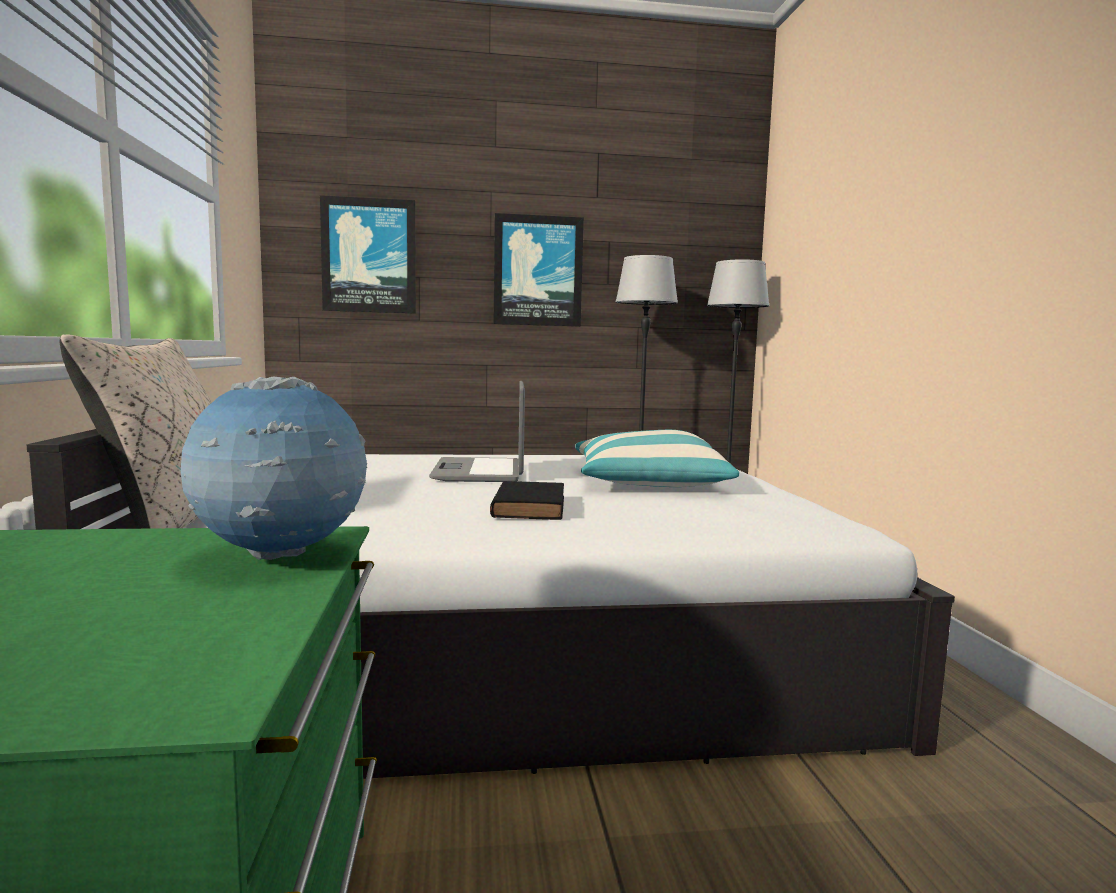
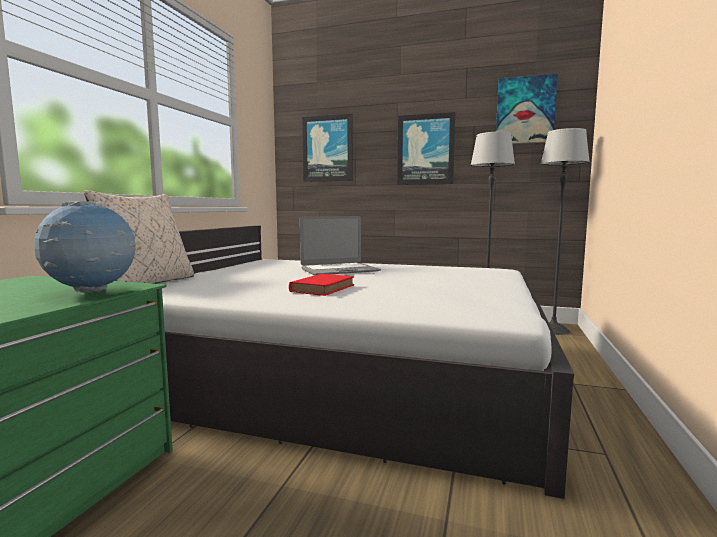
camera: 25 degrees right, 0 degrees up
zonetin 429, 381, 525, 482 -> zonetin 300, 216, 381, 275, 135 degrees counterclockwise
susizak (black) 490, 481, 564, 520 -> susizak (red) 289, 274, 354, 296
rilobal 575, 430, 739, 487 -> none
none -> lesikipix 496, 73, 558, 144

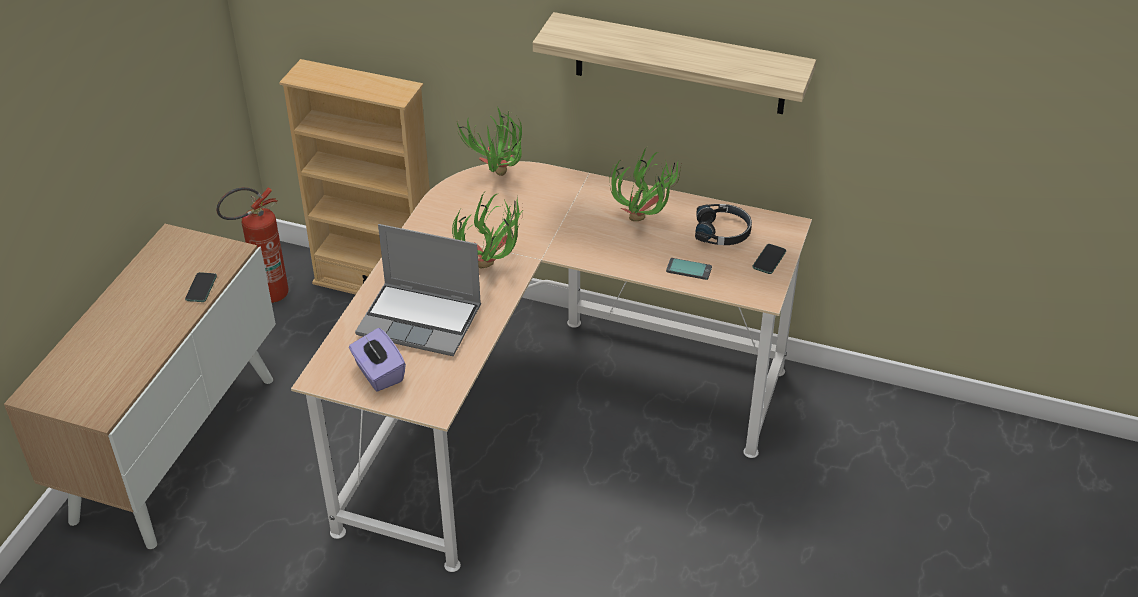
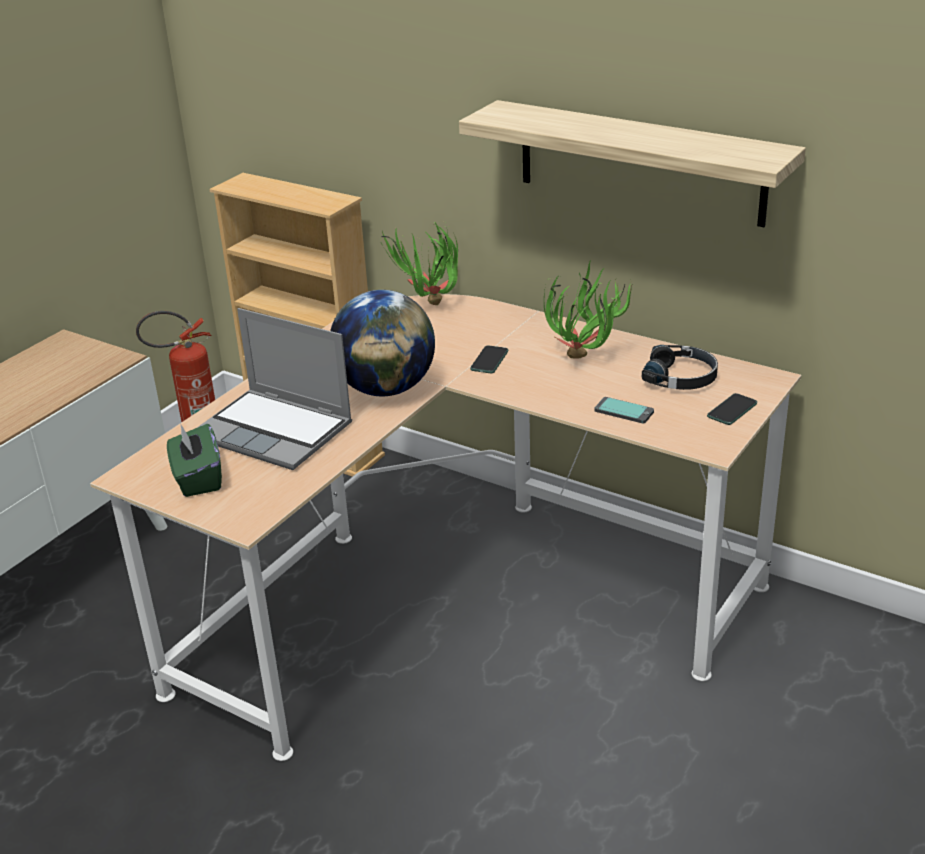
camera: 15 degrees right, 10 degrees down
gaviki 185, 272, 217, 302 -> gaviki 470, 345, 508, 373, relocated
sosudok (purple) 349, 328, 406, 392 -> sosudok (green) 167, 423, 222, 497
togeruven 452, 193, 523, 269 -> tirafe 330, 290, 435, 396

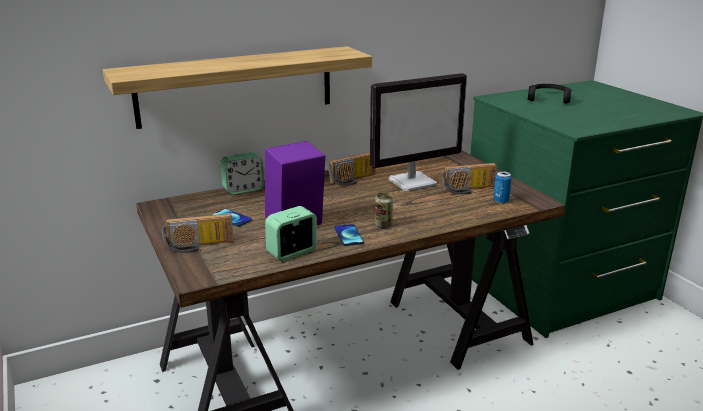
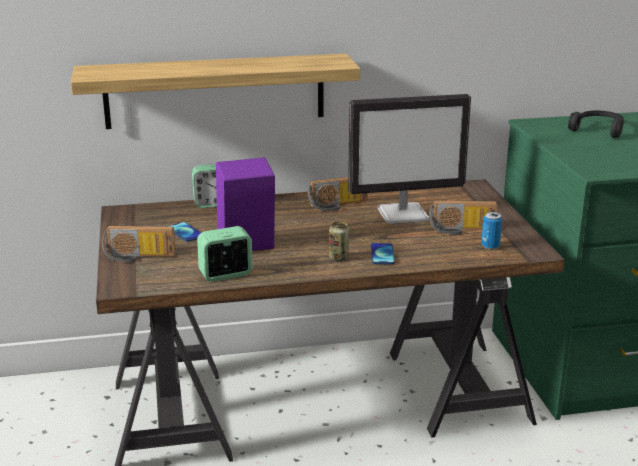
camera: 15 degrees right, 0 degrees up
gaviki 335, 224, 364, 246 -> gaviki 371, 243, 395, 264, relocated

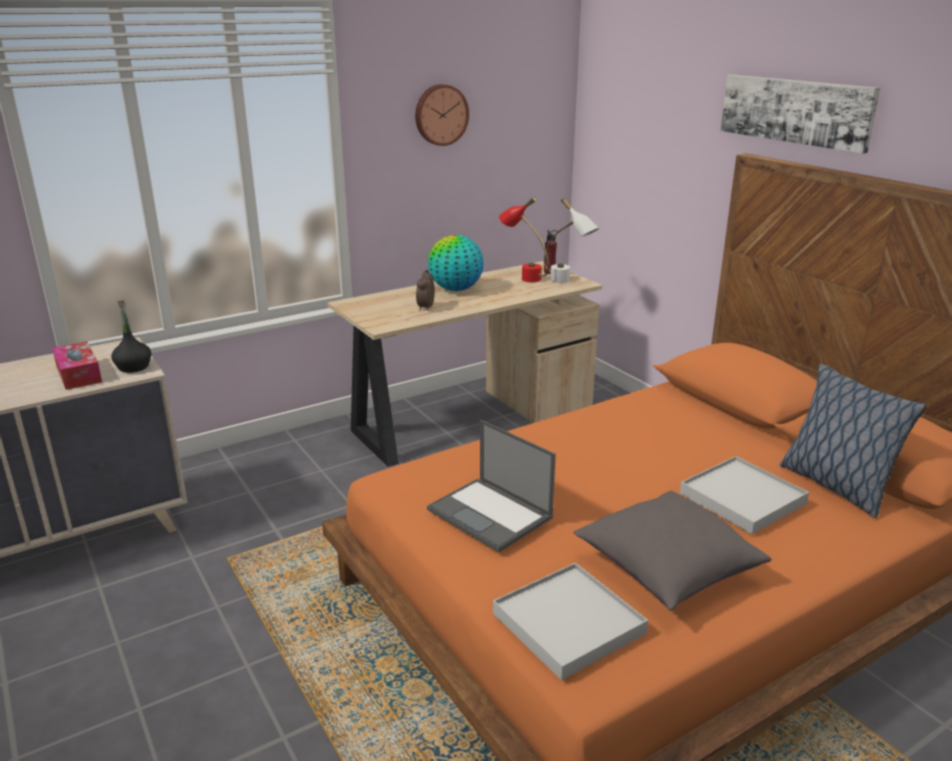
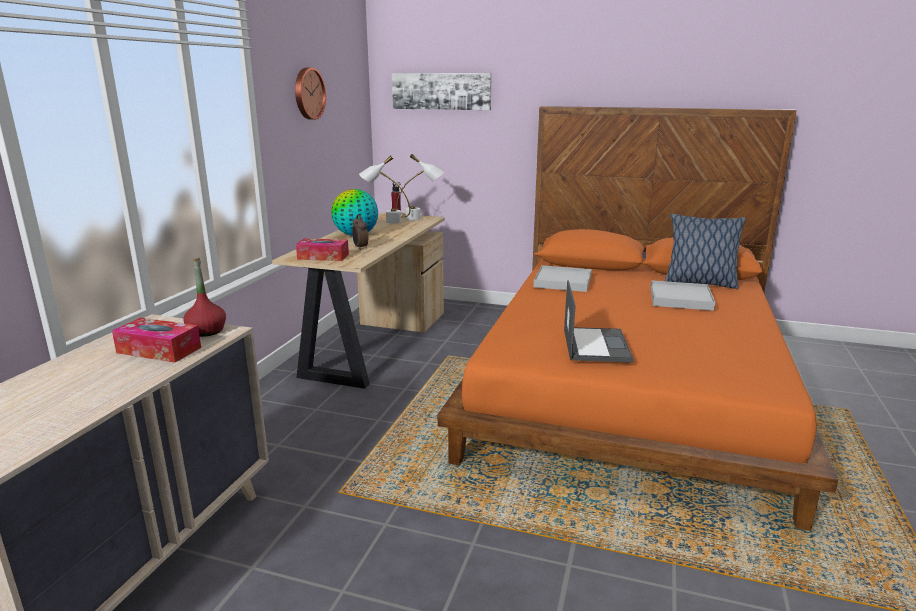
camera: 40 degrees left, 5 degrees down
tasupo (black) 111, 300, 151, 373 -> tasupo (red) 183, 258, 226, 337
zonetin 427, 420, 556, 552 -> zonetin 564, 280, 634, 362, 90 degrees counterclockwise
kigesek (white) 493, 563, 648, 680 -> kigesek (white) 533, 265, 592, 292, relocated
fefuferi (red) 499, 197, 549, 282 -> fefuferi (white) 359, 156, 411, 224
rilobal (grey) 573, 491, 771, 611 -> none
lesikipix 721, 75, 880, 154 -> lesikipix 392, 73, 492, 110, relocated
none -> sosudok 296, 238, 349, 261

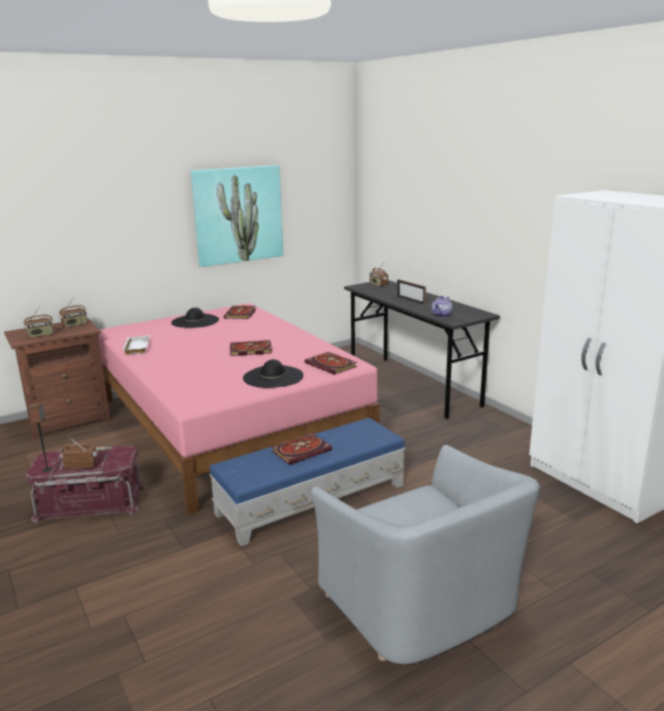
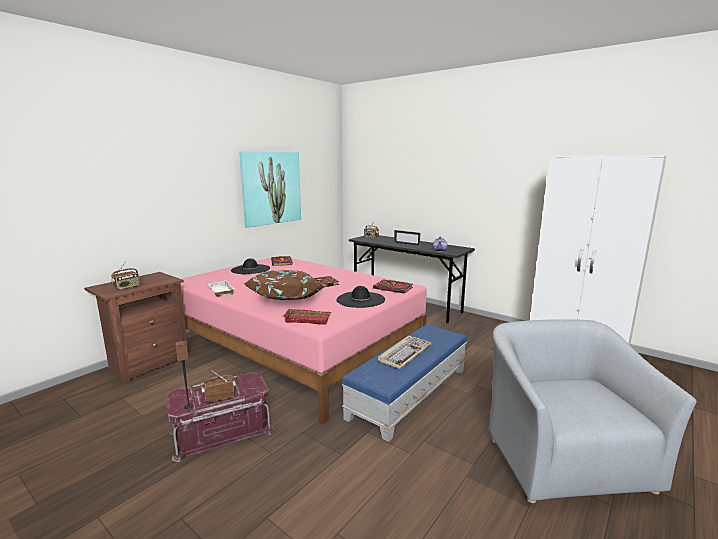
camera: 20 degrees left, 5 degrees down
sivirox 59, 297, 87, 327 -> none
susizak 272, 433, 332, 465 -> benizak 378, 335, 432, 369
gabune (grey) 311, 445, 540, 664 -> gabune (grey) 489, 319, 697, 503, 135 degrees counterclockwise
none -> rilobal (brown) 245, 270, 324, 300
none -> kigesek (red) 283, 309, 332, 325

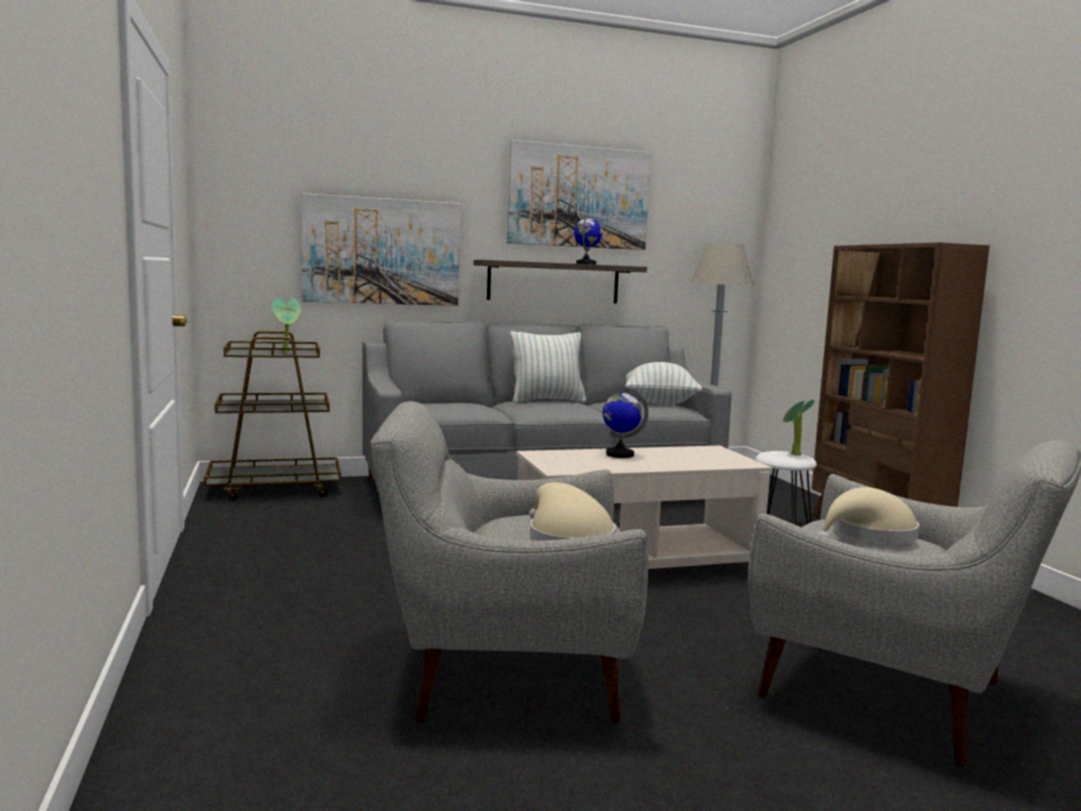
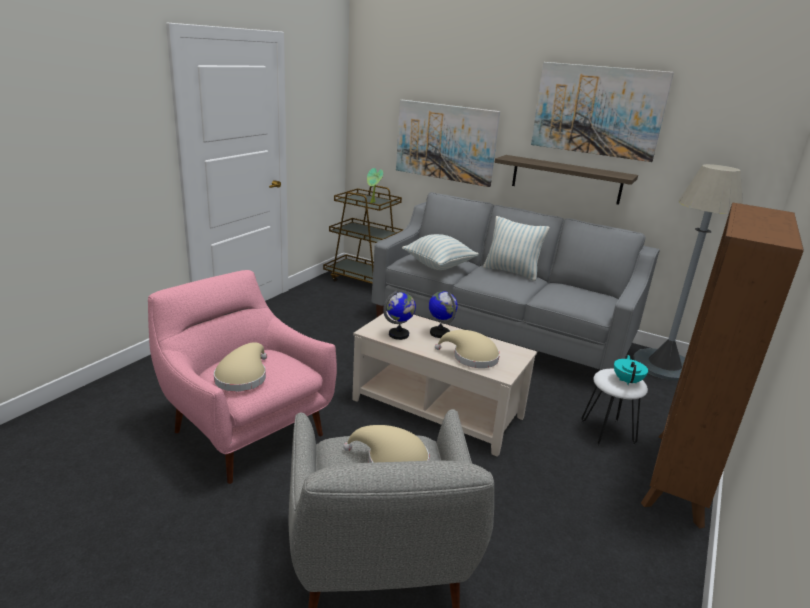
camera: 45 degrees right, 15 degrees up
gabune (grey) 371, 401, 648, 723 -> gabune (pink) 148, 270, 337, 484
tirafe 574, 214, 602, 264 -> tirafe 383, 291, 416, 340, relocated
rilobal 625, 362, 703, 405 -> rilobal 402, 234, 479, 270, relocated
togeruven 783, 399, 815, 456 -> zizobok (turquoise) 614, 355, 648, 385
none -> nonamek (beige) 435, 330, 500, 368

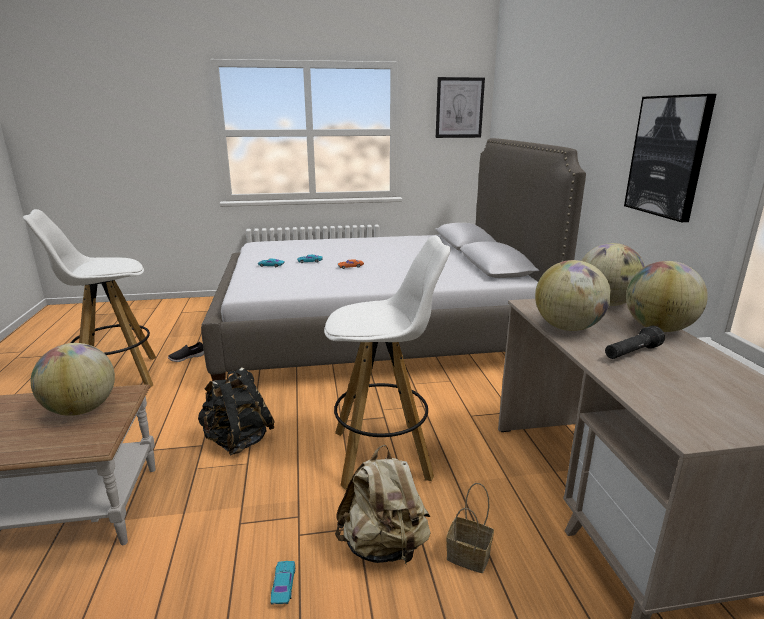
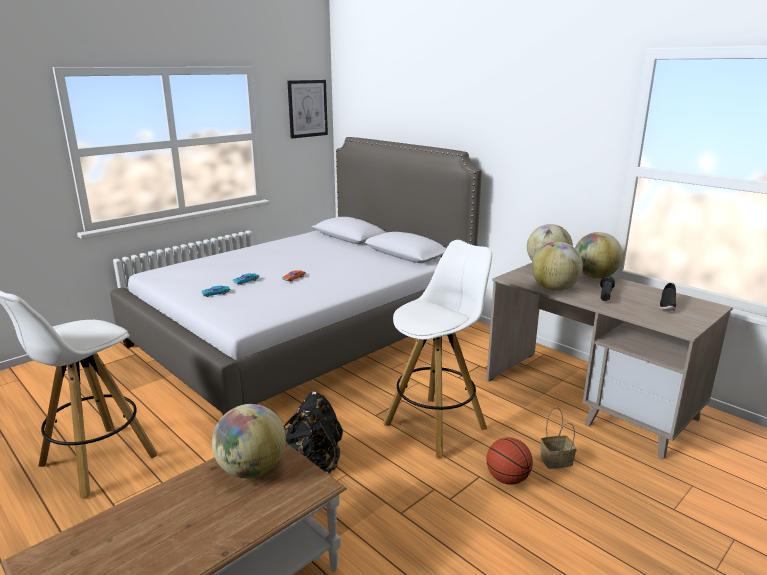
camera: 35 degrees left, 0 degrees up
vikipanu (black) 168, 342, 204, 362 -> vikipanu (black) 659, 283, 676, 311, relocated
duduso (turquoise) 271, 561, 295, 604 -> none
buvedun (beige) 335, 445, 431, 566 -> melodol 487, 437, 533, 485
lesikipix 624, 94, 717, 222 -> none

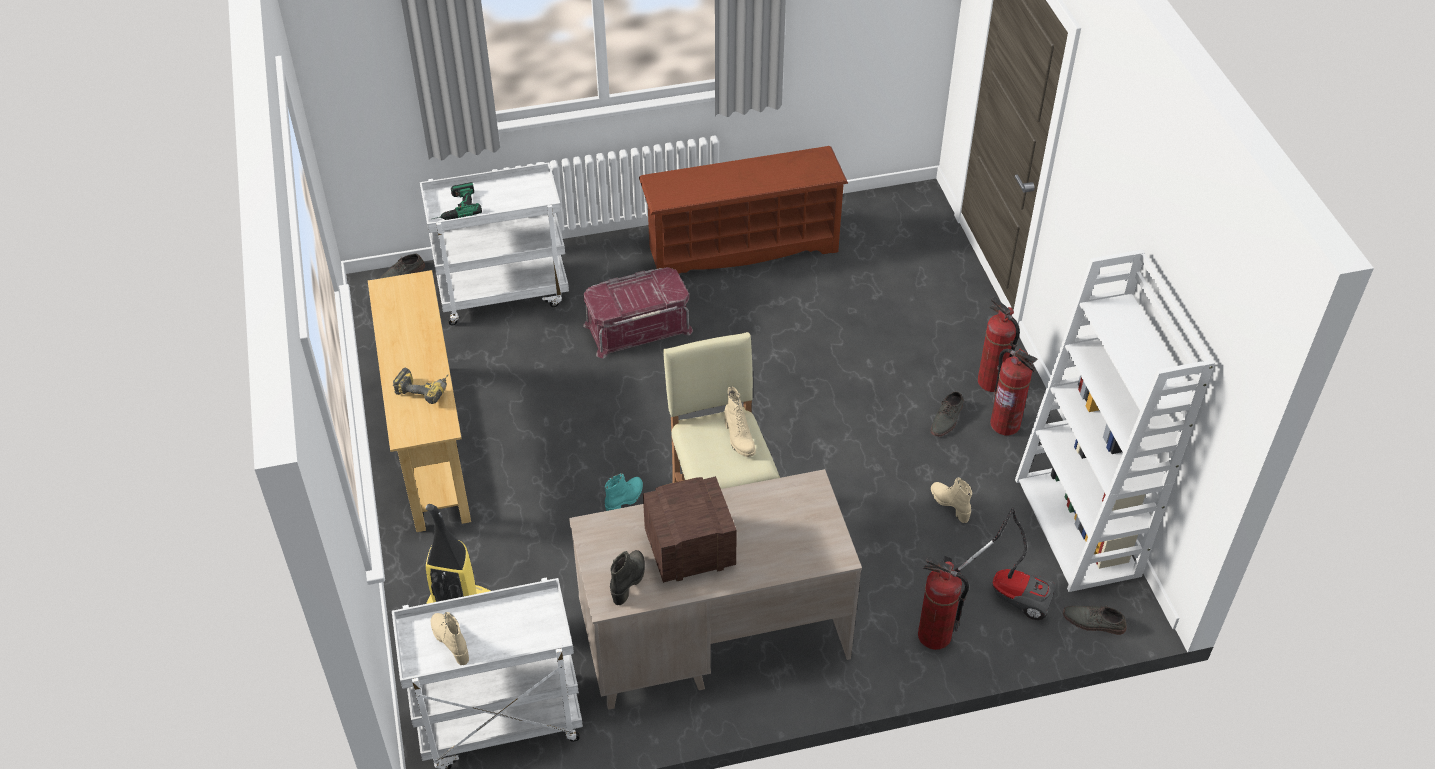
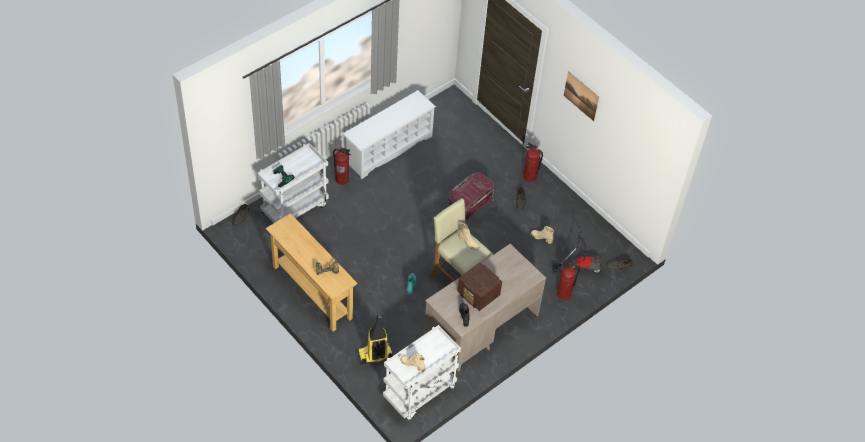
camera: 30 degrees left, 5 degrees up
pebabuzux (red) 583, 267, 693, 359 -> pebabuzux (red) 447, 173, 494, 224, relocated
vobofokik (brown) 639, 146, 848, 274 -> vobofokik (white) 343, 90, 436, 179
sivirox 643, 476, 737, 583 -> sivirox 457, 262, 502, 311, 90 degrees counterclockwise
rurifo 990, 348, 1037, 435 -> rurifo 333, 147, 351, 185, relocated
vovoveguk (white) 1015, 250, 1215, 592 -> none
none -> lesikipix 564, 71, 599, 121

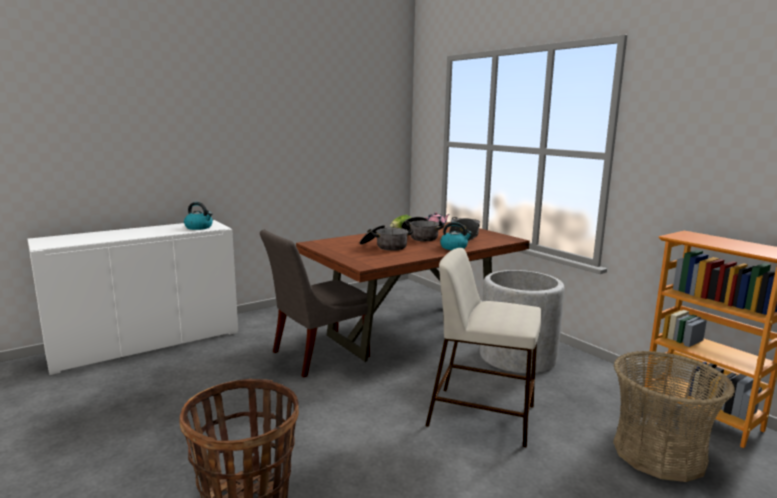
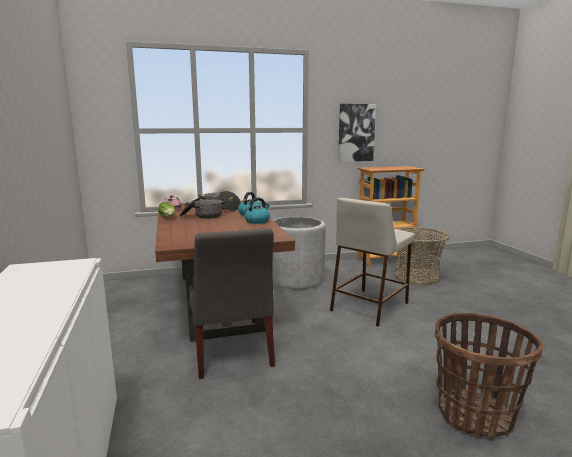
camera: 70 degrees left, 0 degrees up
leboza 184, 202, 213, 230 -> leboza 245, 197, 270, 224, relocated
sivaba 360, 225, 413, 251 -> none
none -> lesikipix 338, 104, 376, 162

